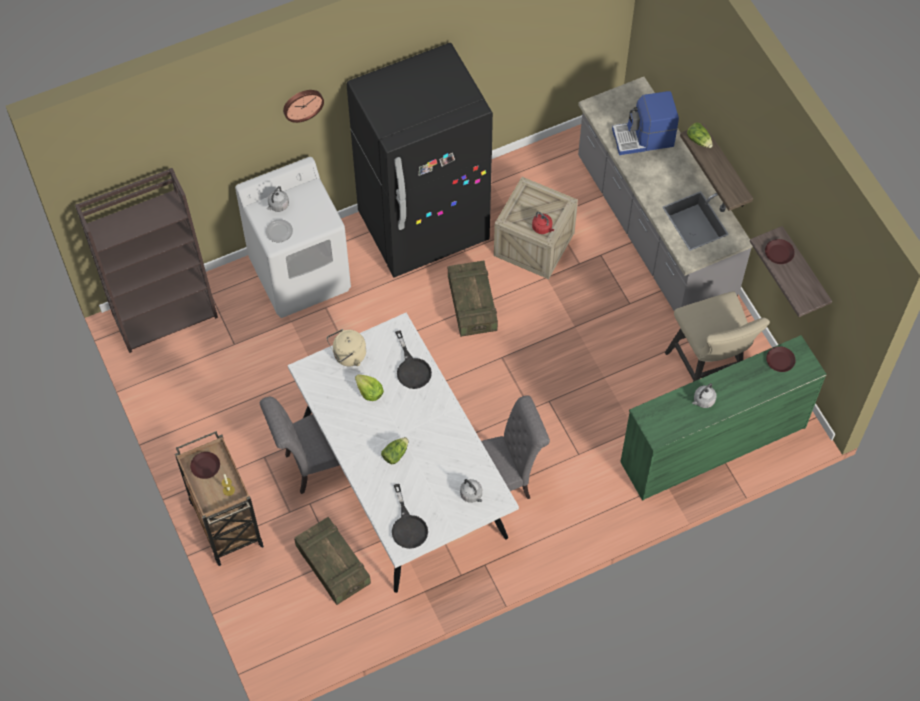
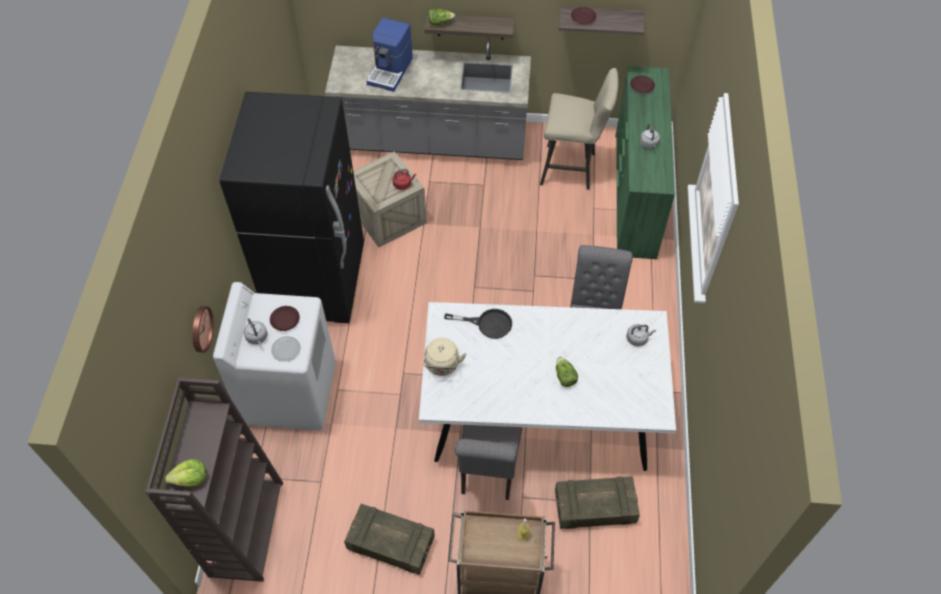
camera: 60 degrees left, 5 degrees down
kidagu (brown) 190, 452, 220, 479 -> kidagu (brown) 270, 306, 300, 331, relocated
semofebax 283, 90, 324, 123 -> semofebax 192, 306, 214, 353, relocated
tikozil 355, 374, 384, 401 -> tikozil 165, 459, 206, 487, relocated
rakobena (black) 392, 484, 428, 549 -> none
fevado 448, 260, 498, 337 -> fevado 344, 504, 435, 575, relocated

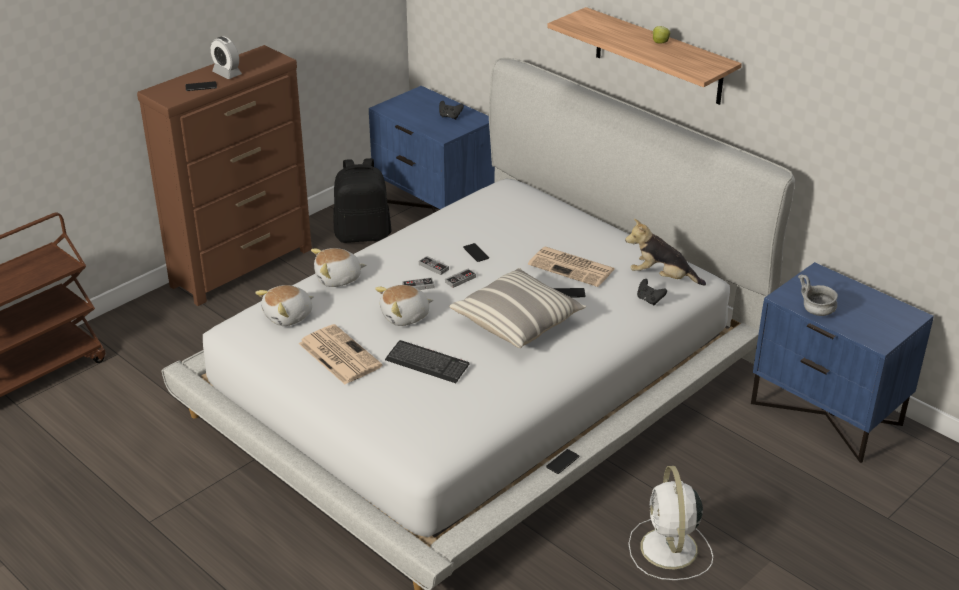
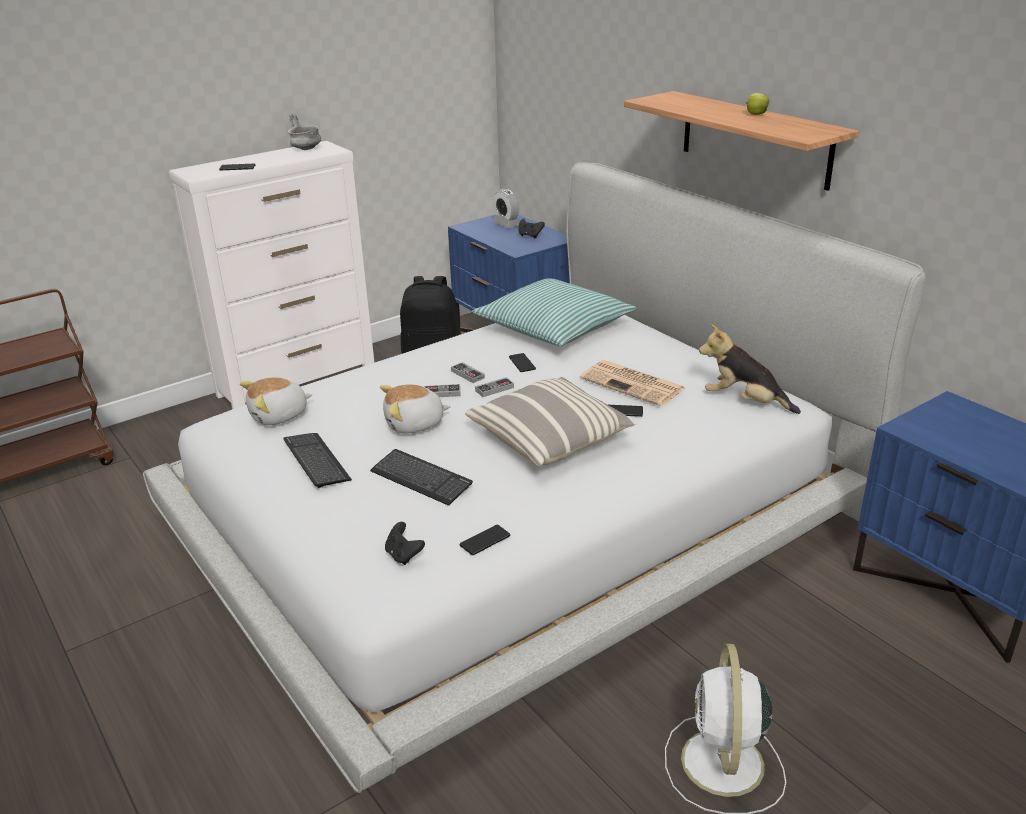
camera: 10 degrees right, 5 degrees down
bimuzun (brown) 137, 45, 312, 306 -> bimuzun (white) 169, 141, 375, 409
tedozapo 210, 36, 242, 79 -> tedozapo 493, 189, 519, 228, relocated
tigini 299, 324, 382, 384 -> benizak 283, 433, 352, 488
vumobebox 311, 248, 366, 287 -> none
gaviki 546, 449, 579, 474 -> gaviki 460, 525, 510, 555, relocated
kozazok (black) 637, 279, 667, 305 -> kozazok (black) 385, 522, 425, 565, relocated
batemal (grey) 798, 274, 838, 316 -> batemal (grey) 287, 113, 321, 150, relocated
none -> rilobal 472, 278, 637, 346

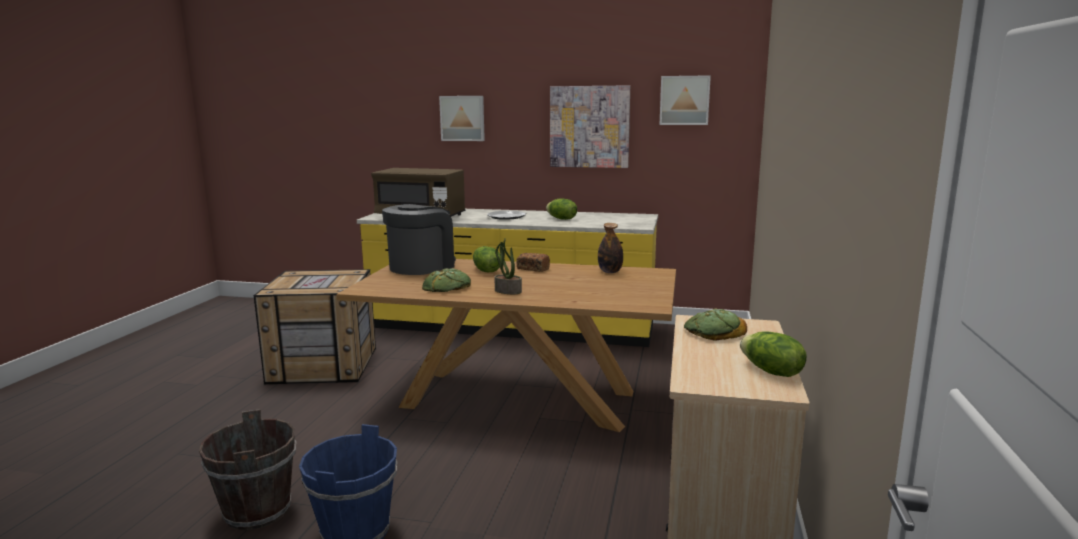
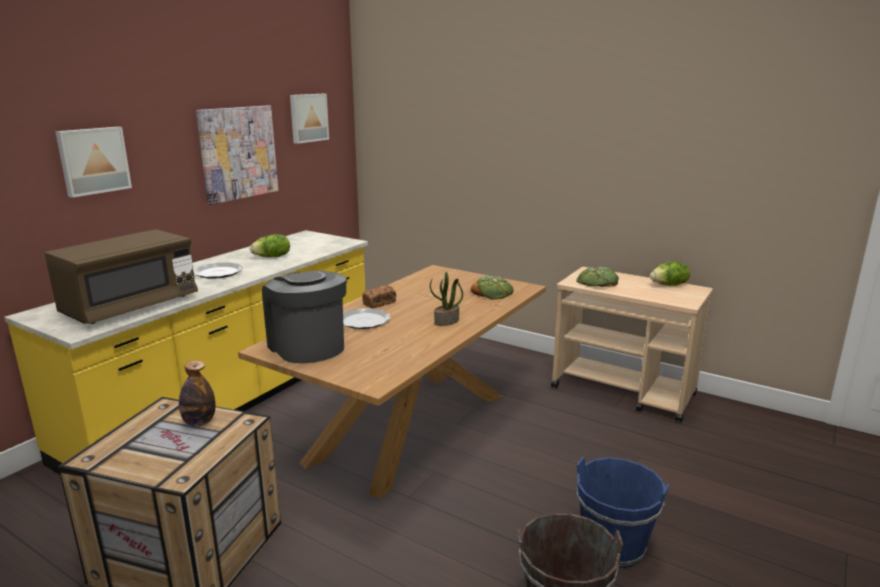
camera: 70 degrees left, 5 degrees up
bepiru 422, 268, 471, 292 -> bepiru 471, 276, 514, 300, relocated
tikozil 473, 246, 502, 272 -> kidagu 343, 308, 390, 329
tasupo 598, 223, 623, 273 -> tasupo 179, 360, 216, 426, relocated

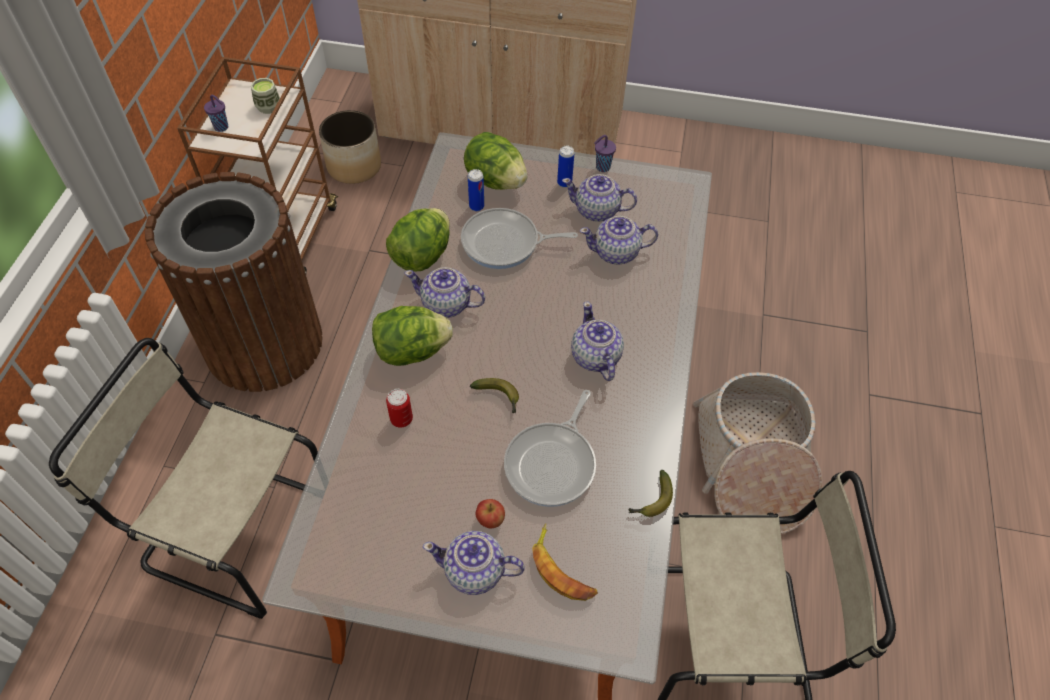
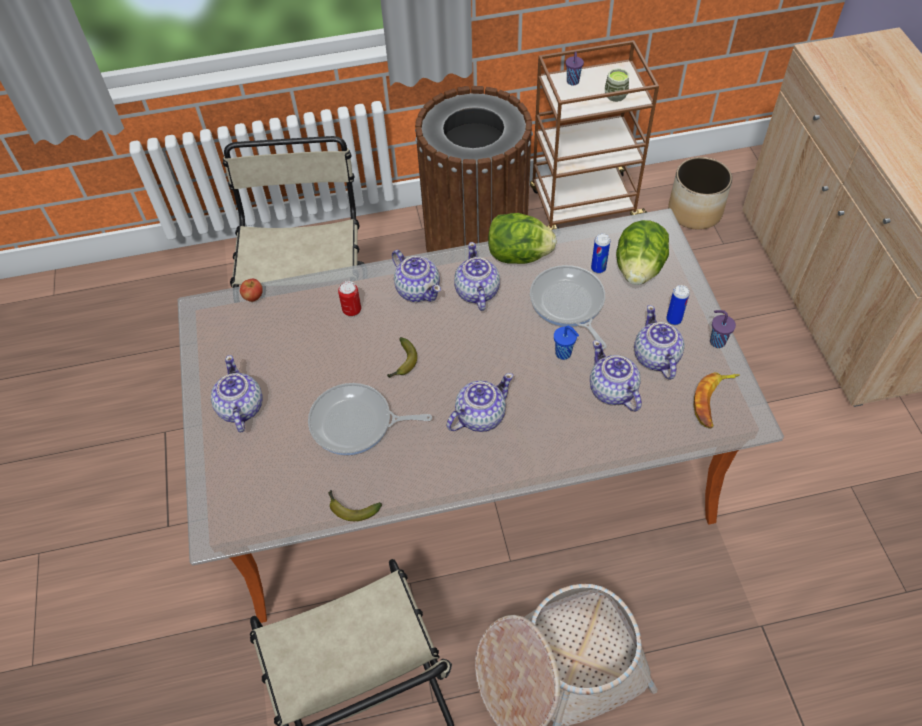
camera: 70 degrees right, 0 degrees up
tikozil 372, 306, 453, 366 -> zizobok 392, 250, 441, 302
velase 475, 499, 505, 529 -> velase 240, 279, 263, 302, relocated
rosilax 532, 524, 598, 601 -> rosilax 694, 372, 740, 429, relocated
none -> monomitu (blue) 554, 326, 579, 360

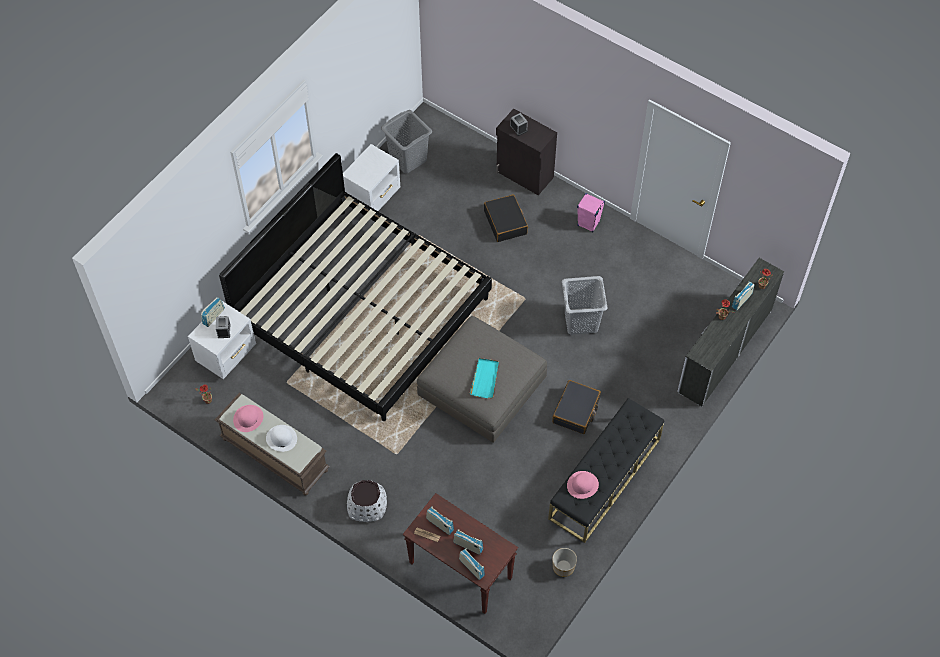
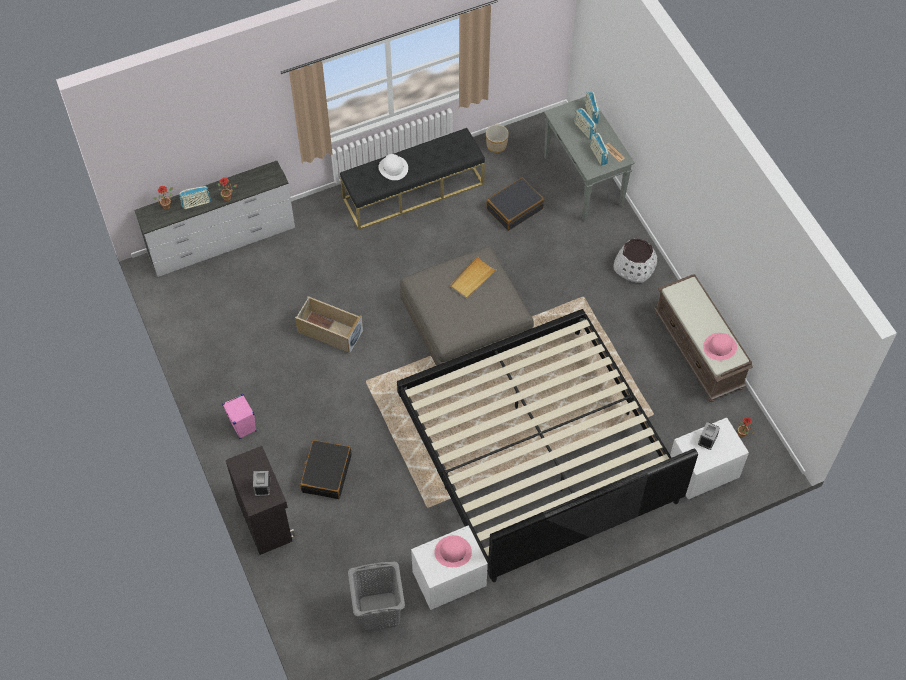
camera: 150 degrees left, 0 degrees up
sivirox 201, 297, 225, 327 -> none
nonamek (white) 266, 425, 297, 452 -> nonamek (white) 379, 154, 408, 180, relocated
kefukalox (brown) 403, 493, 518, 614 -> kefukalox (grey) 544, 96, 635, 221
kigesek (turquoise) 470, 358, 499, 398 -> kigesek (beige) 450, 256, 496, 299
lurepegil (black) 552, 380, 601, 434 -> lurepegil (black) 486, 177, 544, 231, relocated
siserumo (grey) 562, 276, 608, 335 -> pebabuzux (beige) 295, 296, 363, 354
nonamek (pink) 567, 471, 599, 499 -> nonamek (pink) 434, 535, 472, 567, relocated

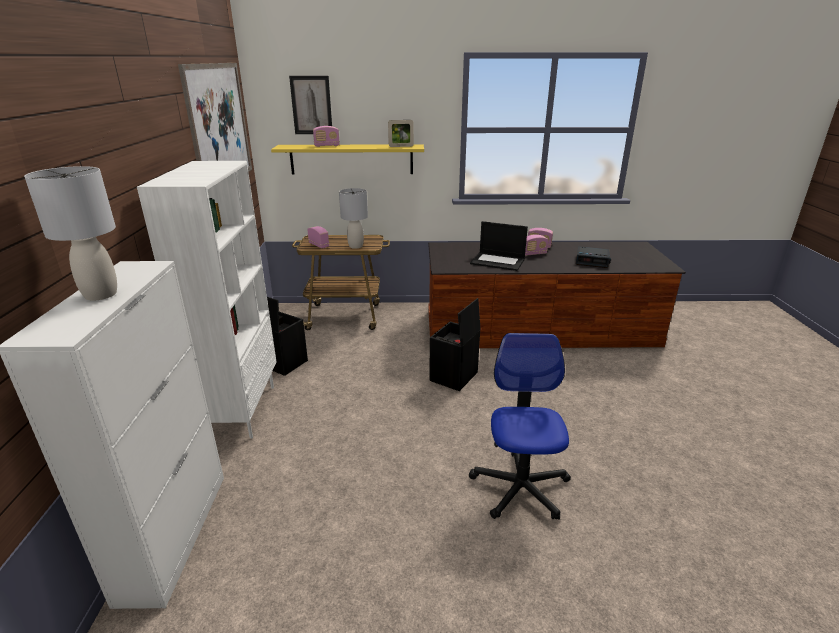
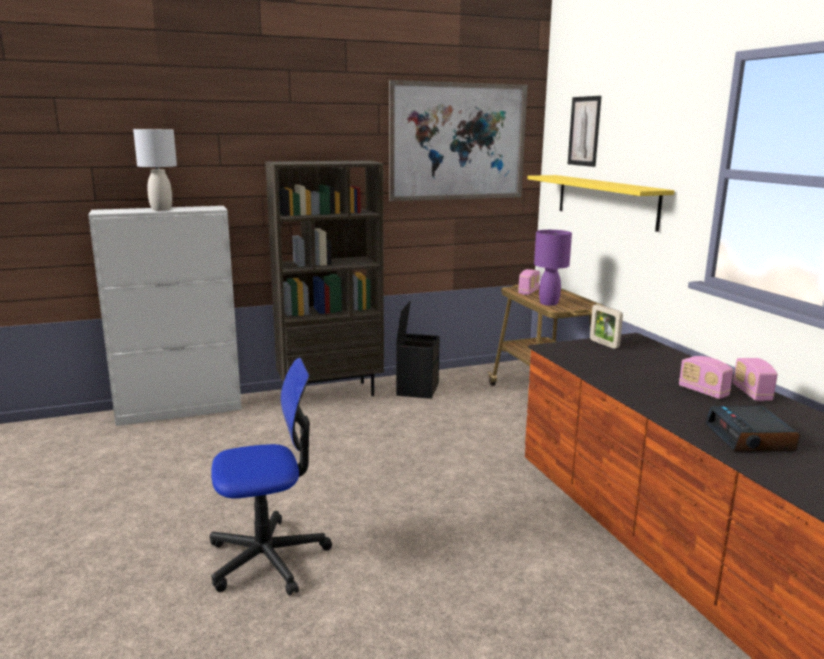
camera: 70 degrees right, 10 degrees down
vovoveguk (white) 137, 161, 277, 439 -> vovoveguk (brown) 265, 161, 384, 396
sivirox 313, 126, 340, 147 -> none
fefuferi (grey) 339, 188, 368, 249 -> fefuferi (purple) 534, 230, 572, 306
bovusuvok 388, 120, 414, 147 -> bovusuvok 590, 304, 623, 349, relocated
pebabuzux (black) 429, 298, 481, 391 -> none
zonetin 470, 221, 528, 271 -> none

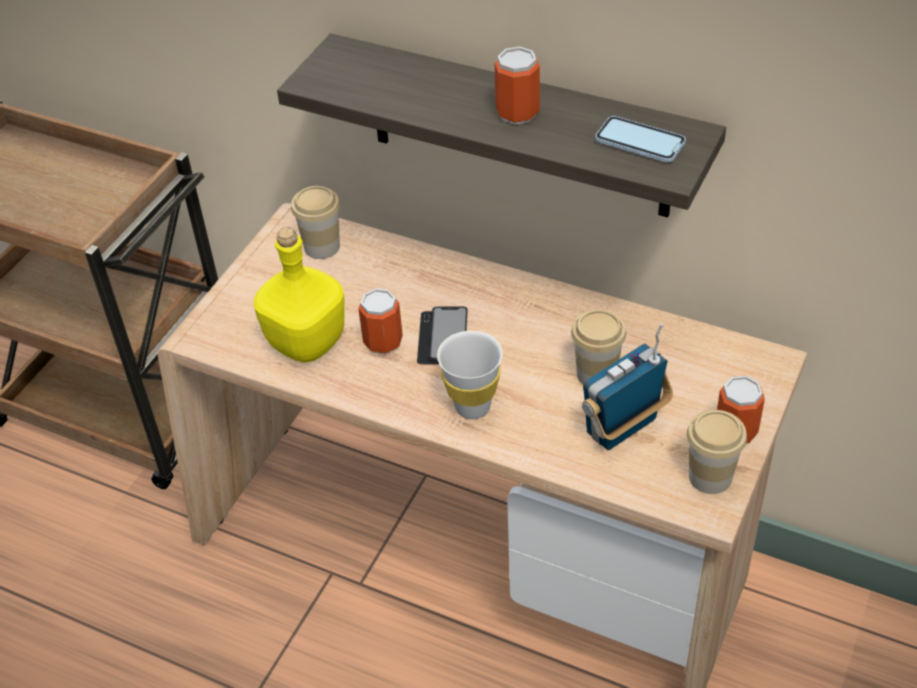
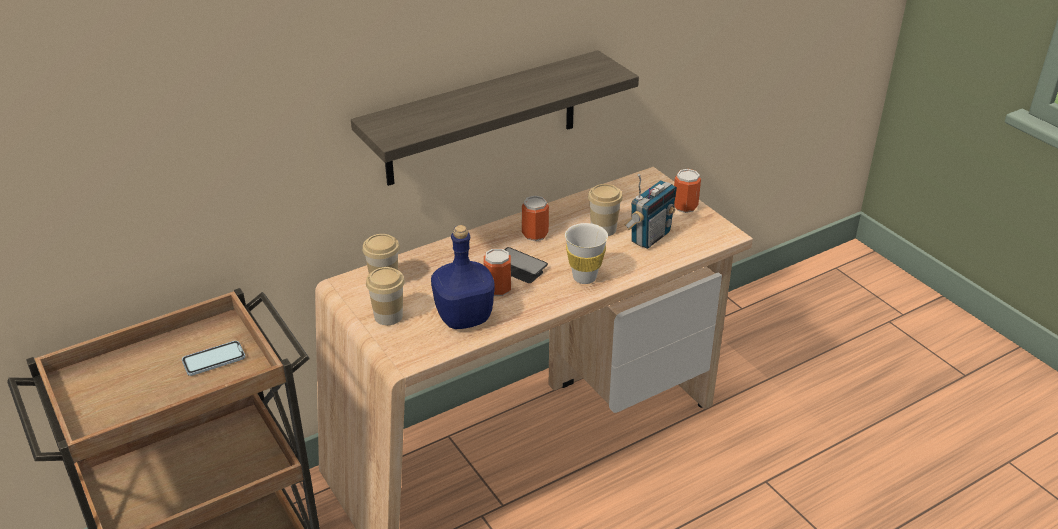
camera: 60 degrees left, 10 degrees down
tasupo (yellow) 254, 227, 345, 363 -> tasupo (blue) 431, 225, 495, 329
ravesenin 495, 47, 540, 125 -> ravesenin 522, 196, 549, 241, relocated
sivirox 582, 323, 673, 450 -> sivirox 624, 174, 677, 249, 135 degrees counterclockwise
gaviki 595, 116, 686, 163 -> gaviki 182, 341, 245, 376, relocated
monomitu 687, 410, 747, 494 -> monomitu 366, 267, 405, 325, relocated

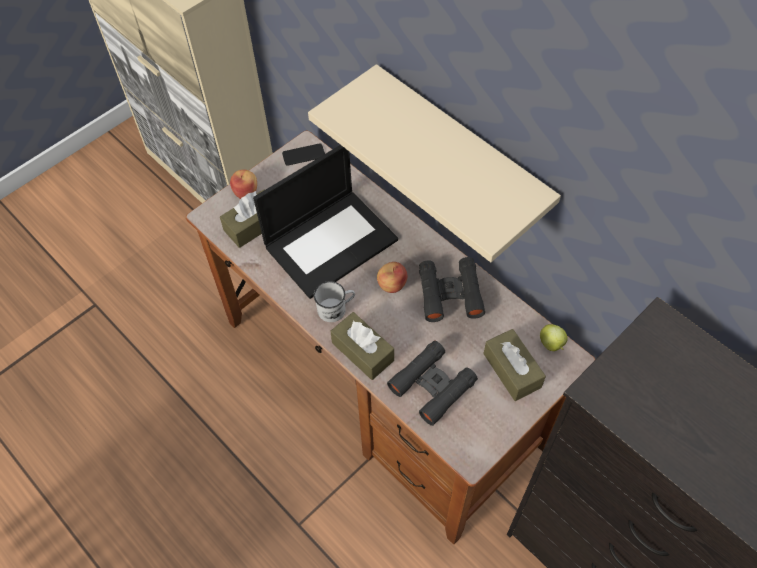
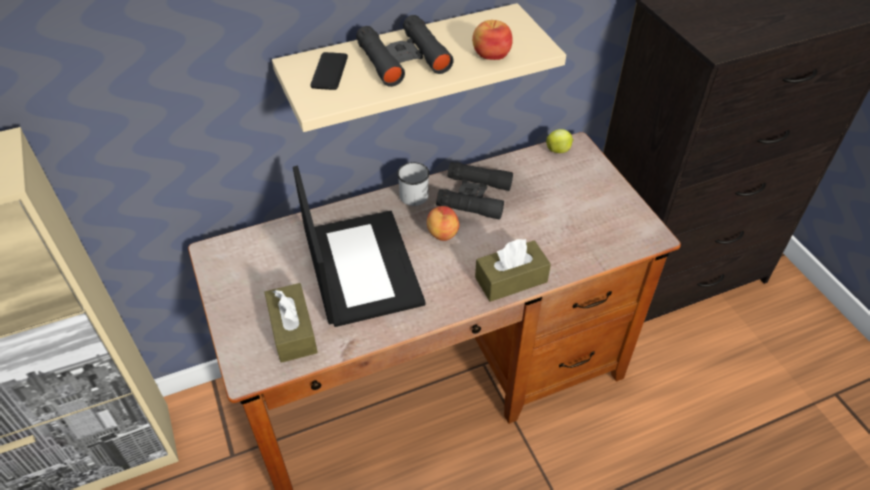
camera: 70 degrees left, 10 degrees down
velase 230, 169, 257, 199 -> velase 472, 20, 513, 60, relocated
gaviki 282, 143, 325, 166 -> gaviki 310, 52, 348, 90, relocated
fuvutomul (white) 314, 281, 355, 322 -> fuvutomul (white) 397, 162, 430, 206, relocated
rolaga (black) 387, 341, 478, 426 -> rolaga (black) 356, 15, 454, 87, relocated
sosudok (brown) 483, 329, 546, 401 -> none

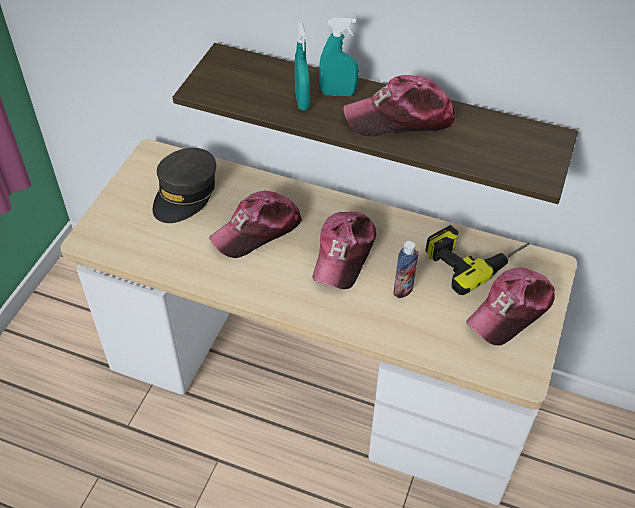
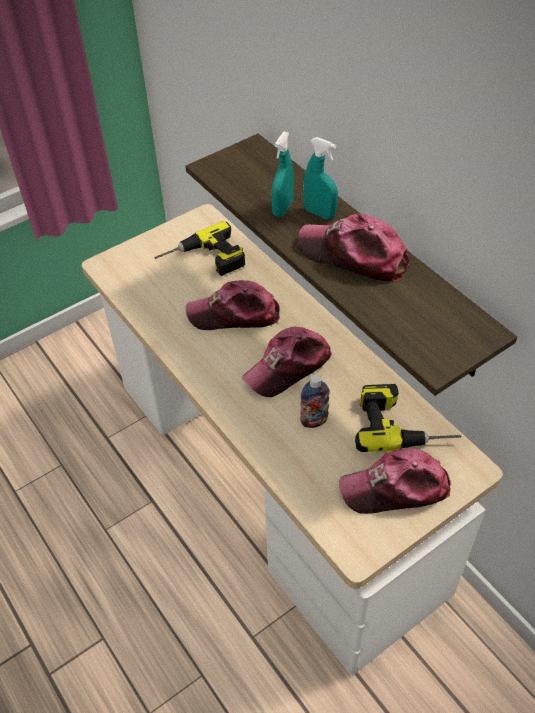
camera: 35 degrees right, 0 degrees up
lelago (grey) 153, 148, 216, 223 -> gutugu 155, 221, 245, 276

